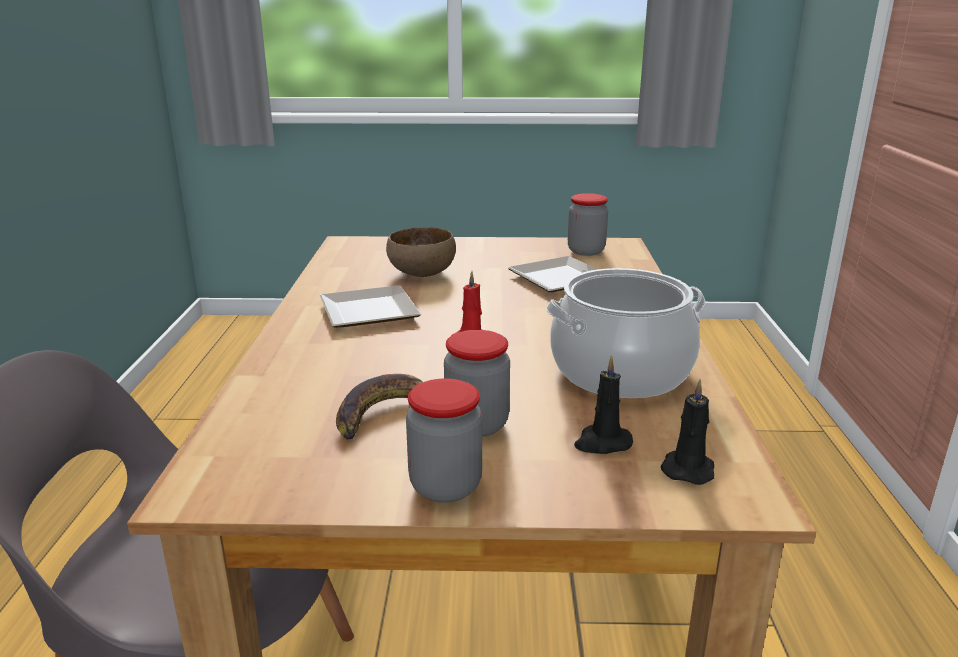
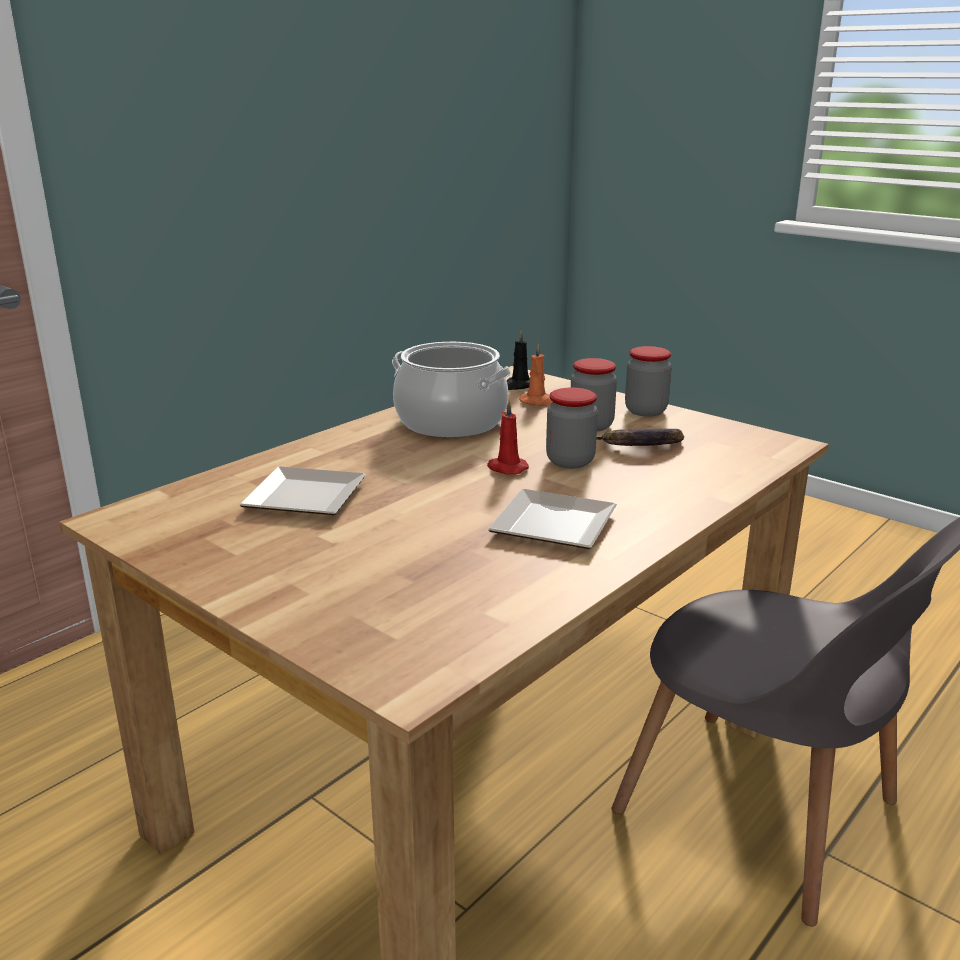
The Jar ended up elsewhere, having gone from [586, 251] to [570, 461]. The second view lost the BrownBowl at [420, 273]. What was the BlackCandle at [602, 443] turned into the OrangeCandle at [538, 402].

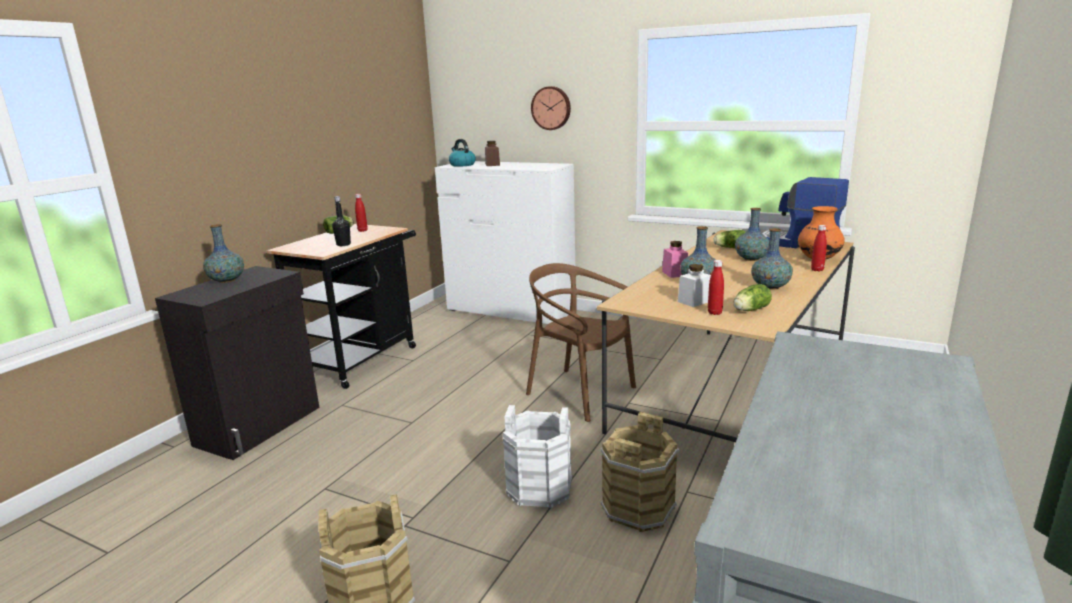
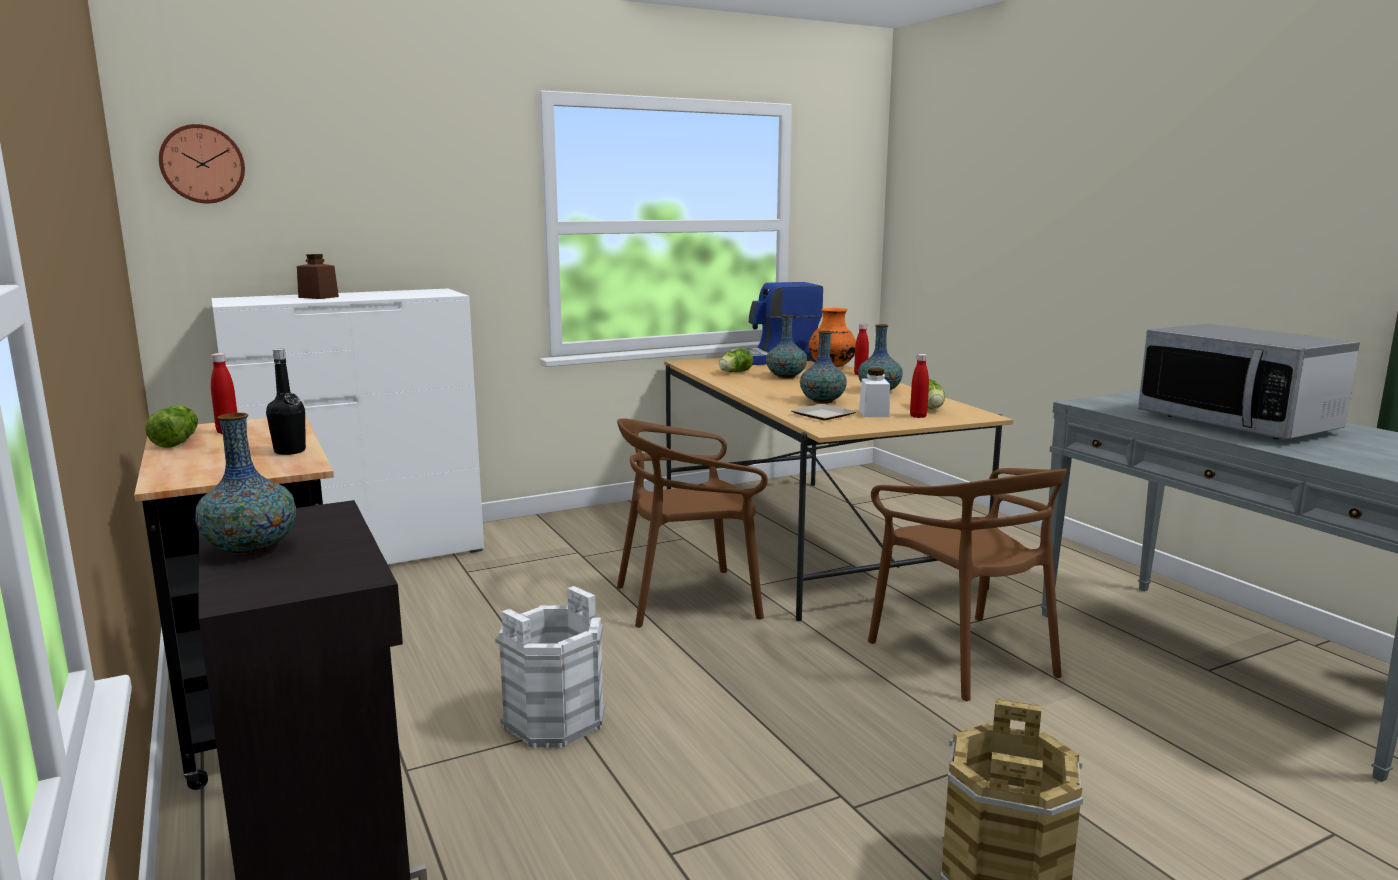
The WallClock ended up elsewhere, having gone from [551, 108] to [202, 164]. The second view lost the Kettle at [462, 165]. The second view lost the PinkJar at [675, 273]. The WhiteBucket ended up elsewhere, having gone from [539, 487] to [553, 720]. Where the BrownBucket stood at [637, 507], the BrownChair came to stand at [964, 656]. The second view gained the Microwave at [1237, 423]. The second view gained the Plate at [823, 416].

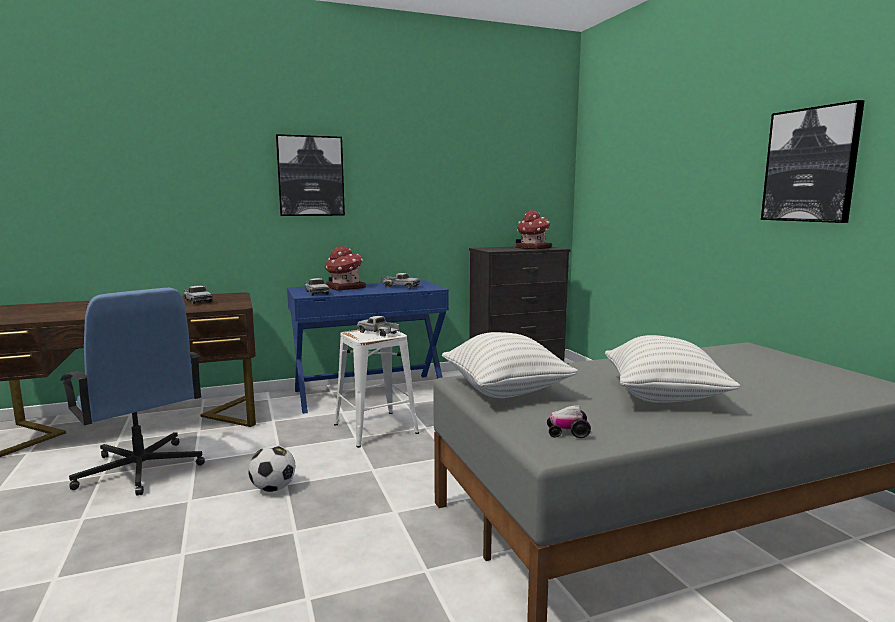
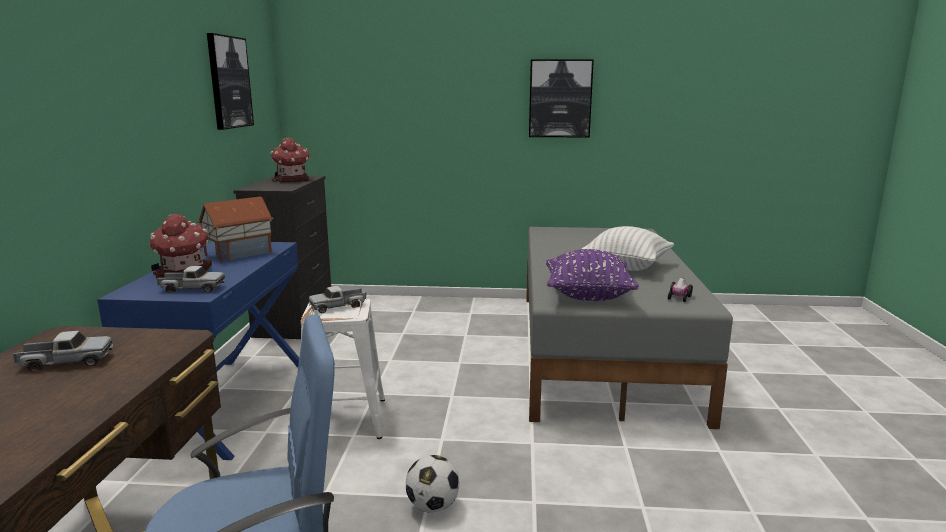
The Picture ended up elsewhere, having gone from [310, 176] to [229, 82]. Where the ToyTruck stood at [400, 287], the ToyHouse came to stand at [238, 254]. What was the WhitePillow at [505, 391] turned into the PurplePillow at [588, 296].

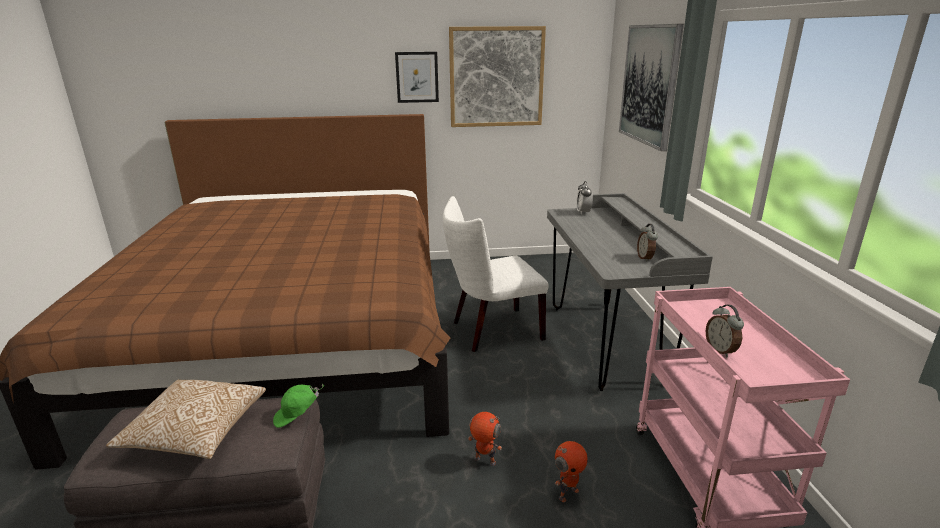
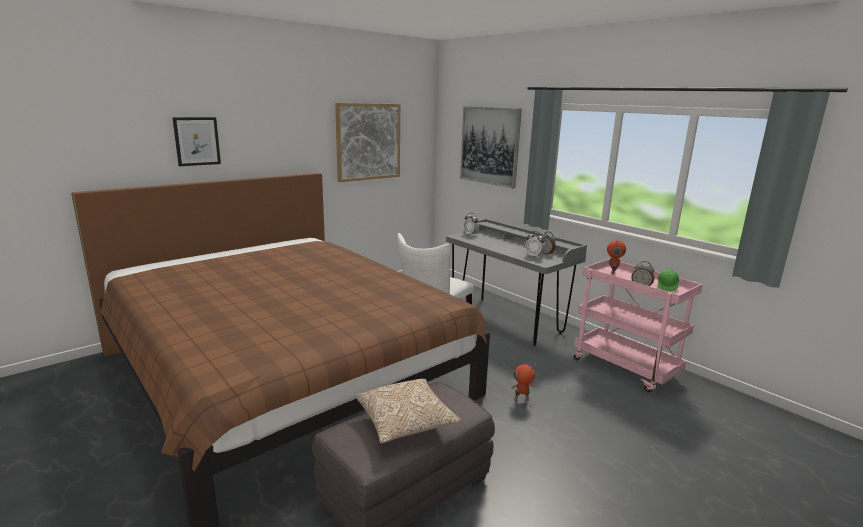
The Picture ended up elsewhere, having gone from [417, 77] to [197, 141]. The GreenCap ended up elsewhere, having gone from [297, 416] to [667, 287]. The ToyRobot ended up elsewhere, having gone from [567, 493] to [612, 274]. The second view gained the AlarmClock at [534, 256].

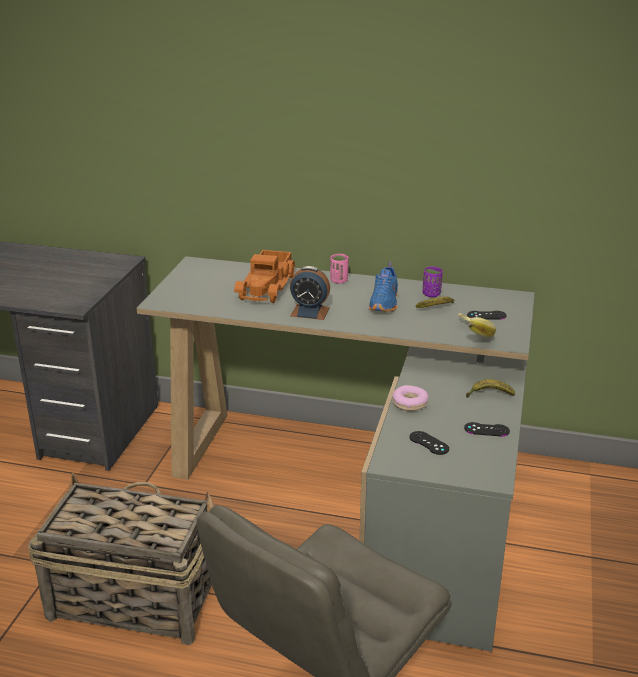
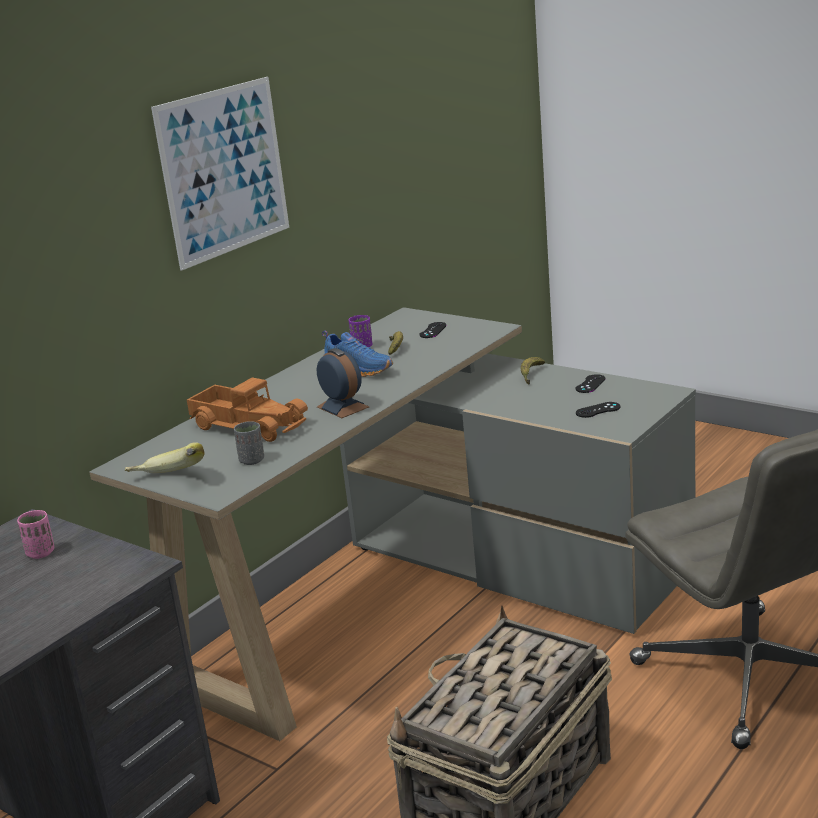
The PinkCup ended up elsewhere, having gone from [339, 280] to [41, 553]. The AlarmClock at [310, 312] ended up facing another way, 75 degrees counterclockwise from before. The Banana ended up elsewhere, having gone from [469, 337] to [168, 481]. The second view lost the Donut at [410, 403]. The second view gained the Picture at [224, 171]. The second view gained the GreyCup at [252, 460].

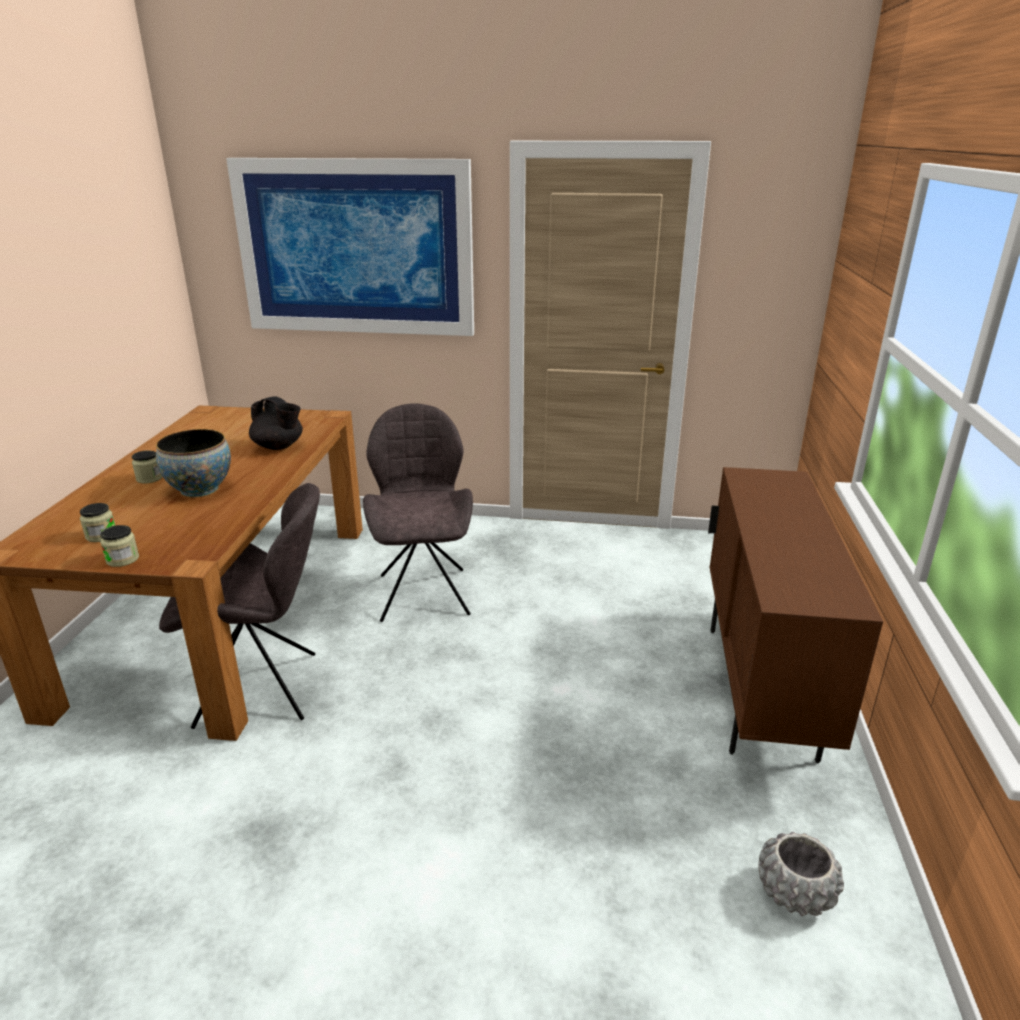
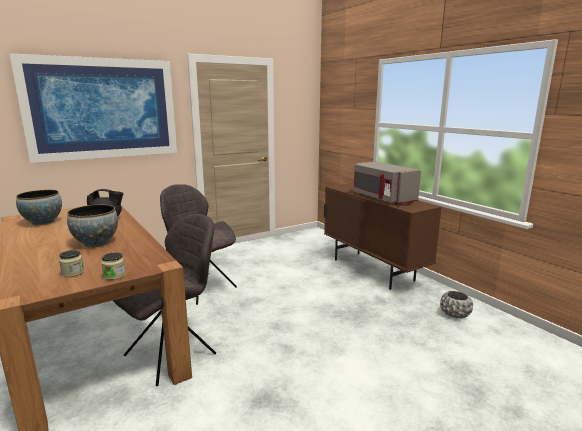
The second view lost the Jar at [149, 478]. The second view gained the GreyMicrowave at [382, 198]. The second view gained the Bowl at [43, 222].

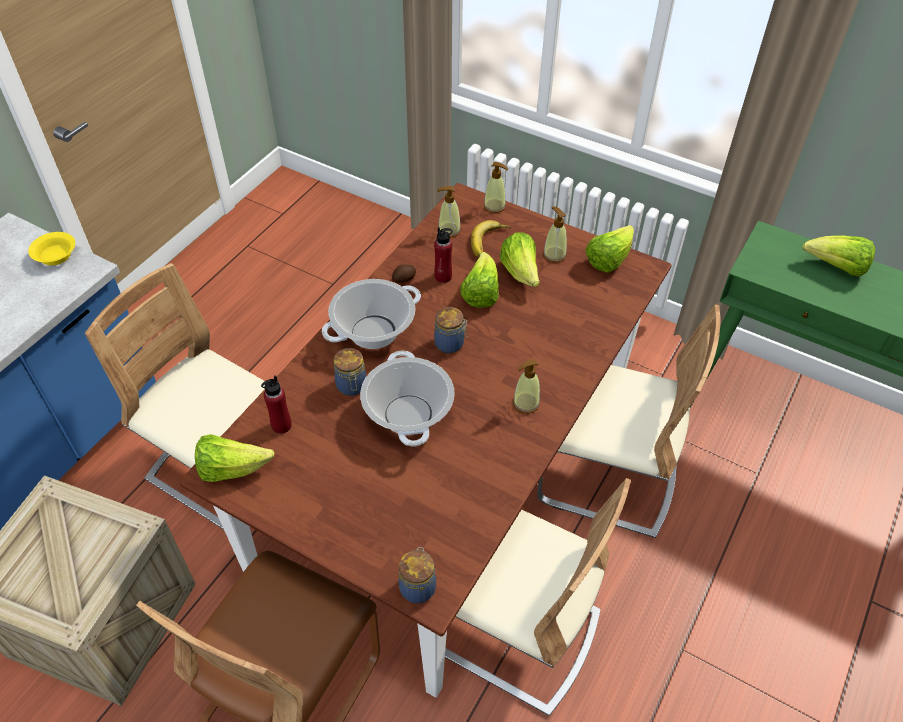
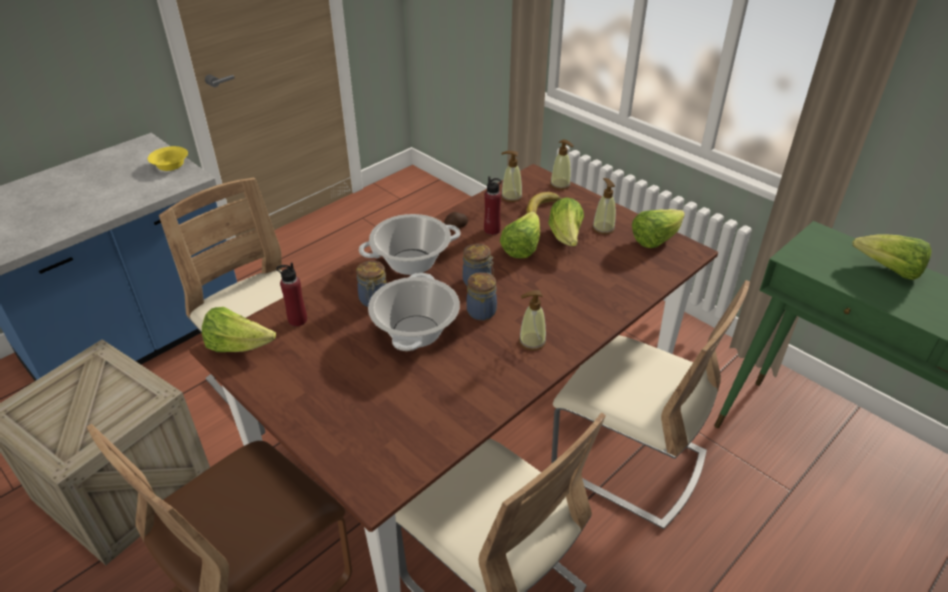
The Jar ended up elsewhere, having gone from [418, 586] to [482, 311].

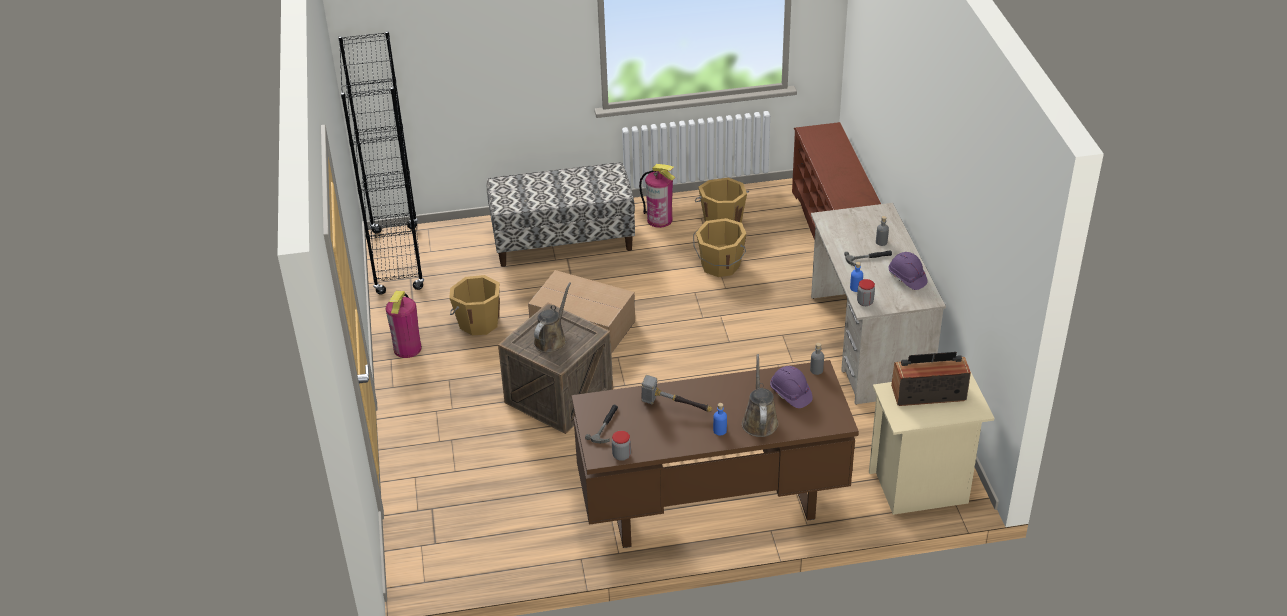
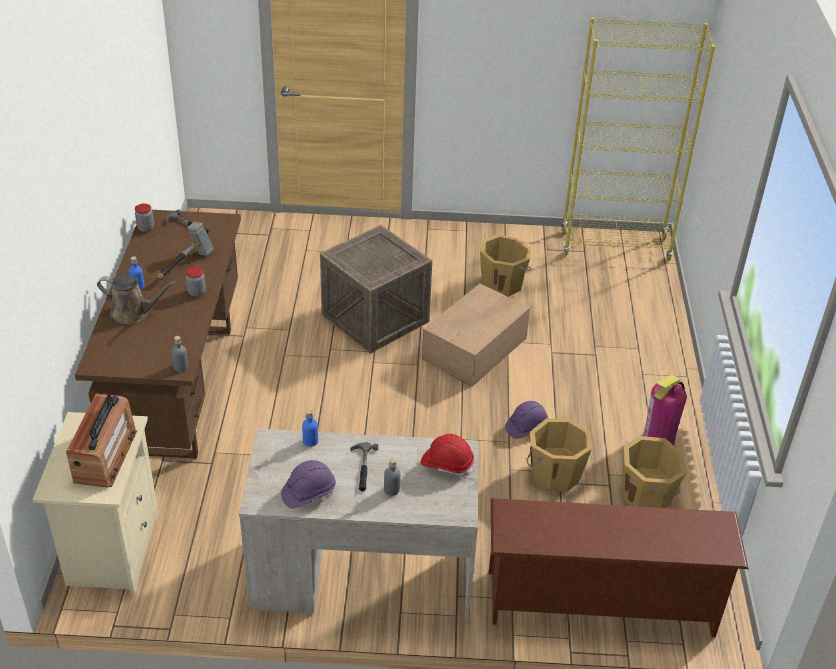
What was the BlackBookcase at [397, 260] turned into the YellowBookcase at [615, 246]. The second view lost the Bench at [563, 241]. The Jar ended up elsewhere, having gone from [865, 302] to [196, 292]. The second view lost the BrownWateringCan at [551, 339]. The second view lost the FireExtinguisher at [407, 348]. The PurpleHardHat ended up elsewhere, having gone from [790, 394] to [526, 427]. The second view gained the RedHardHat at [447, 464].

